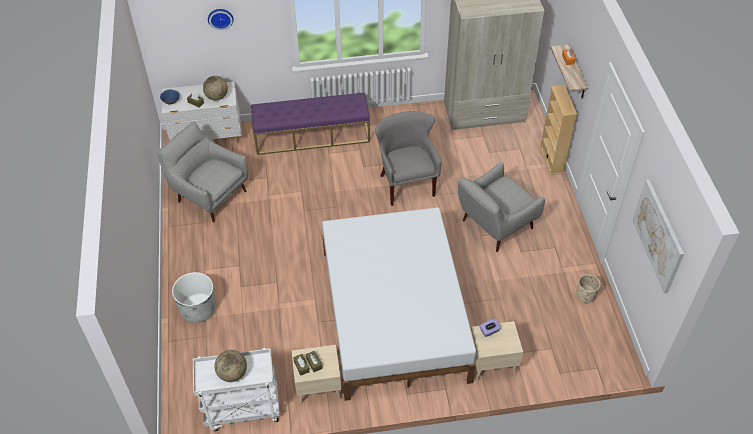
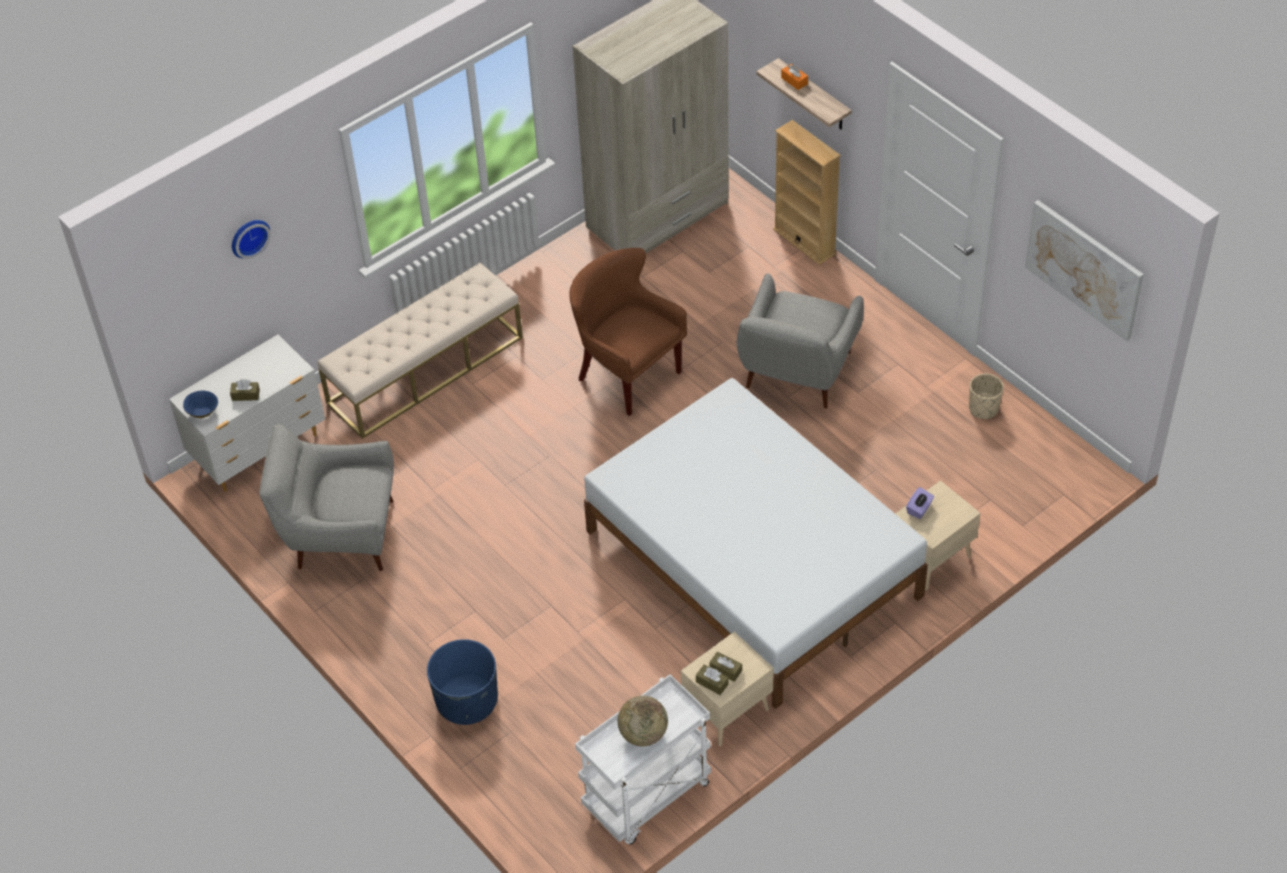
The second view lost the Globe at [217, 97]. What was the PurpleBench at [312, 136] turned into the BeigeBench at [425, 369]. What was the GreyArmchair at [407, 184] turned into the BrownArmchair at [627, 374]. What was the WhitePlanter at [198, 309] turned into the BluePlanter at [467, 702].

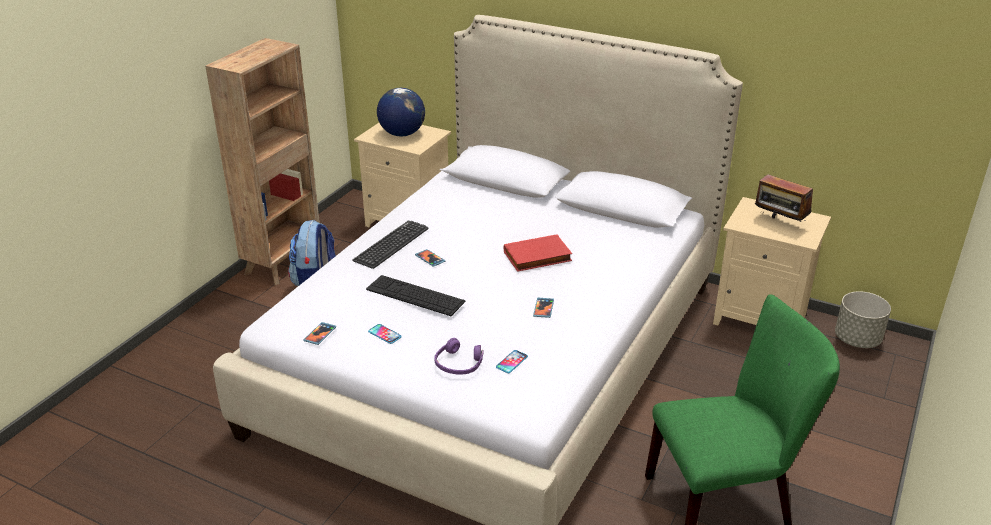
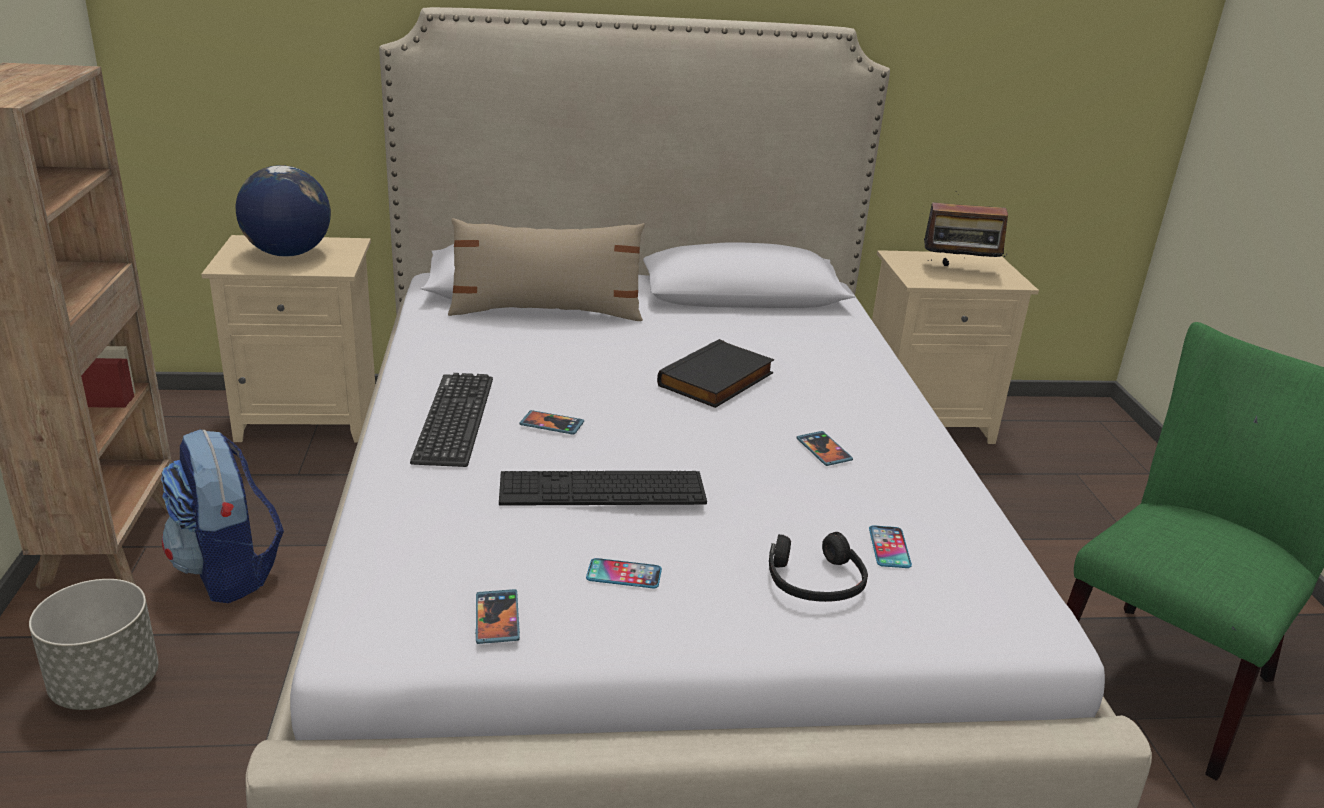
What was the RedBook at [537, 257] turned into the BlackBook at [717, 381]. The GreyPlanter ended up elsewhere, having gone from [857, 339] to [106, 685]. What was the PurpleHeadphones at [459, 364] turned into the BlackHeadphones at [814, 581]. The second view gained the BeigePillow at [546, 312].

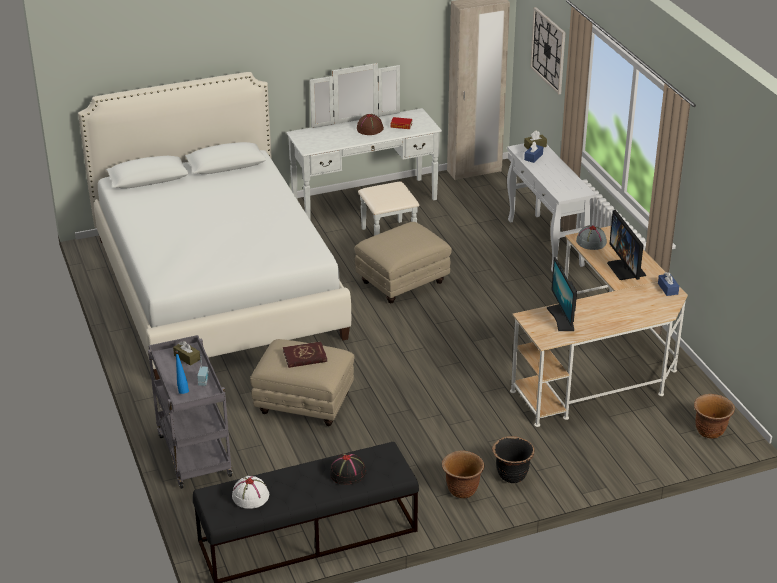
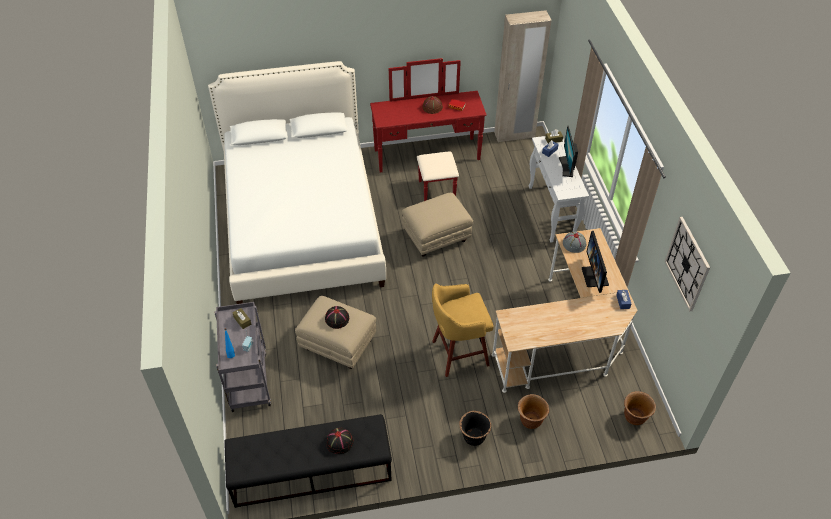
The WallClock ended up elsewhere, having gone from [548, 50] to [687, 264]. What was the WhiteDresser at [370, 208] turned into the RedDresser at [429, 162]. The Monitor ended up elsewhere, having gone from [562, 318] to [567, 166]. Where the RedBook stood at [305, 356], the BlackHat came to stand at [337, 319]. The BrownPlanter ended up elsewhere, having gone from [462, 490] to [530, 420]. The second view lost the WhiteHat at [250, 496]. The second view gained the YellowStool at [458, 353].

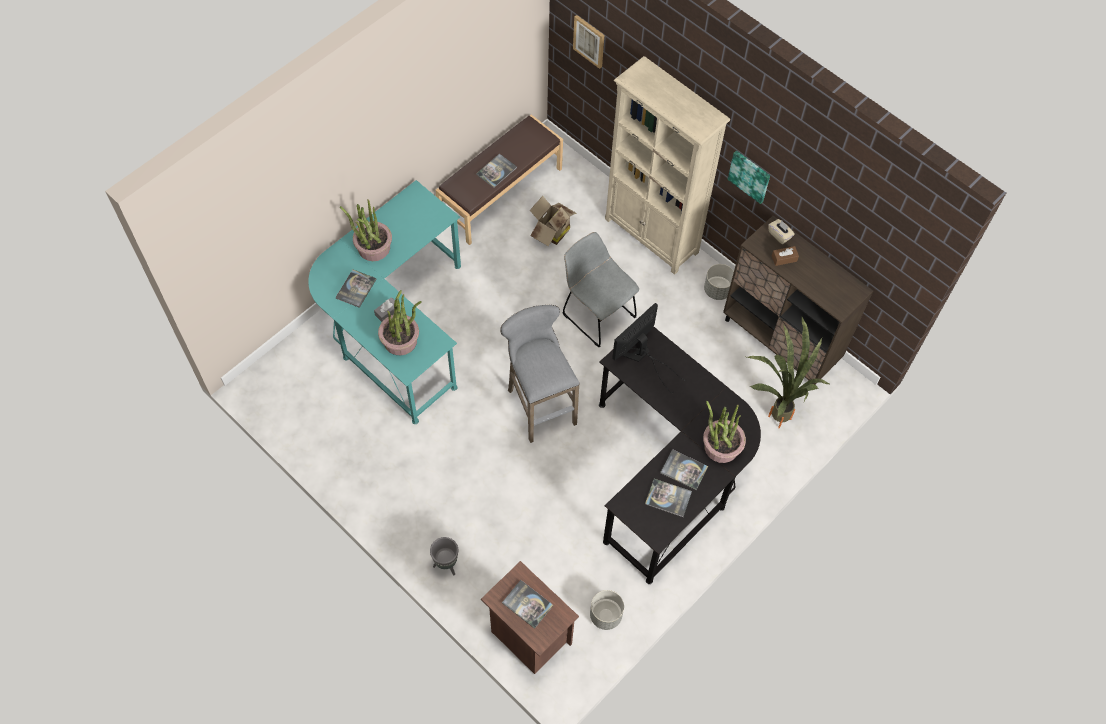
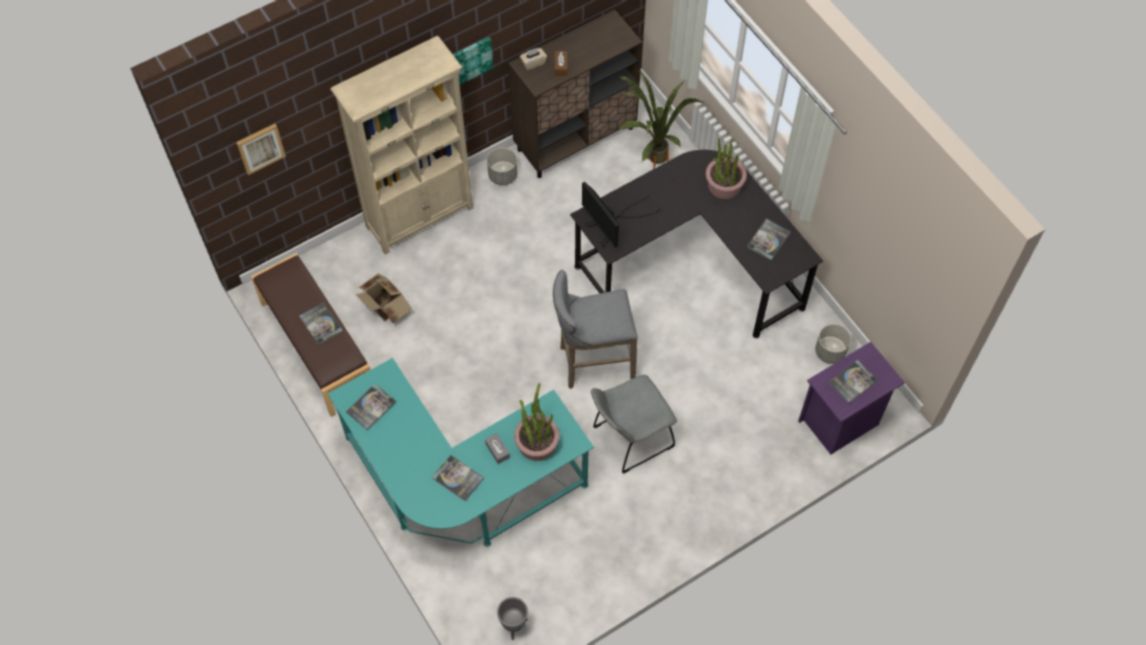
The second view lost the PottedPlant at [373, 247]. The GreyChair ended up elsewhere, having gone from [596, 313] to [629, 439]. The Book ended up elsewhere, having gone from [684, 470] to [371, 407]. The GreyPlanter ended up elsewhere, having gone from [446, 564] to [513, 625]. What was the BrownNightstand at [528, 636] turned into the PurpleNightstand at [840, 422].

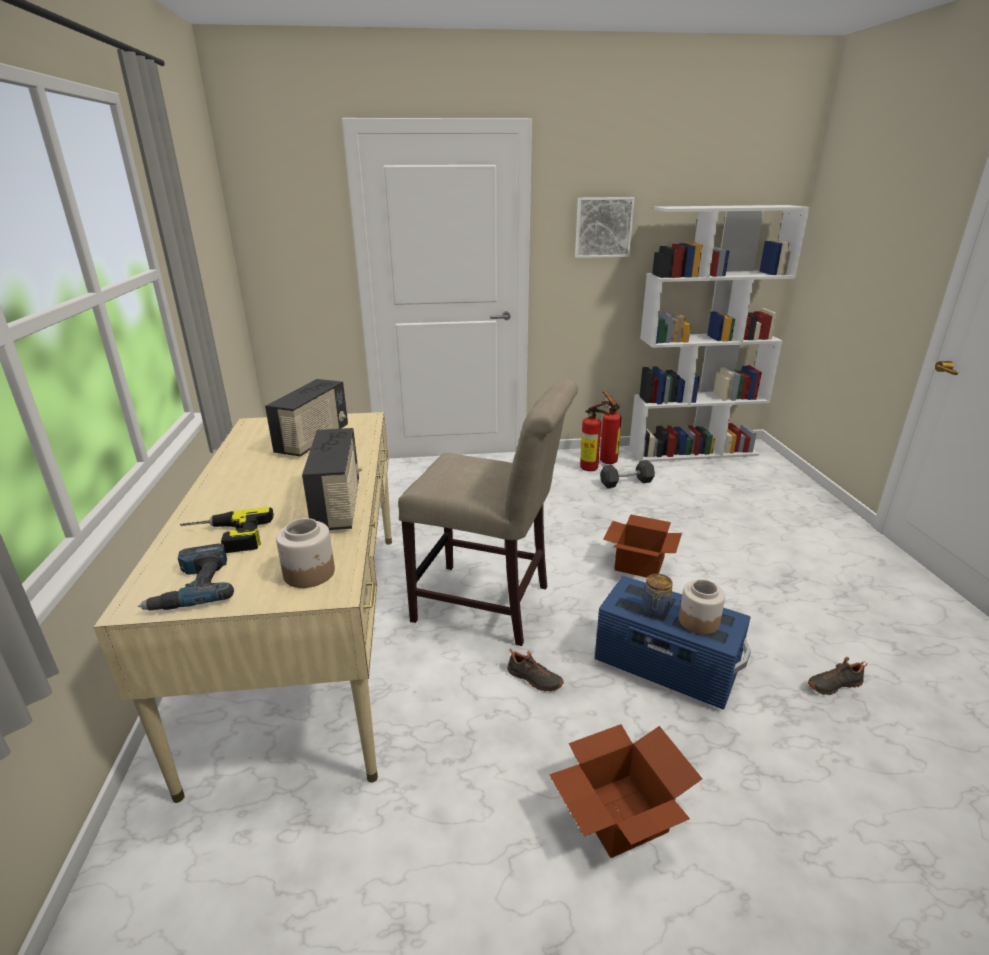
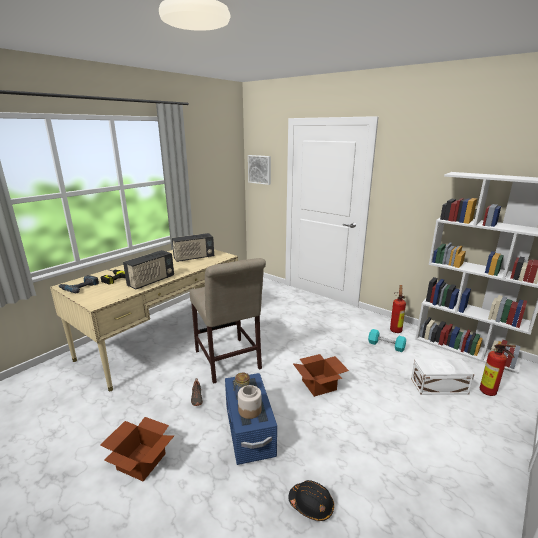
The Picture ended up elsewhere, having gone from [603, 227] to [260, 169]. The FireExtinguisher ended up elsewhere, having gone from [591, 469] to [489, 393]. What was the GreyDumbbell at [626, 482] turned into the TurquoiseDumbbell at [386, 345]. The second view lost the Jar at [310, 573]. Where the BlackShoe stood at [833, 684], the BlackHardHat came to stand at [311, 504]. The second view gained the WhiteStorageBox at [440, 386].

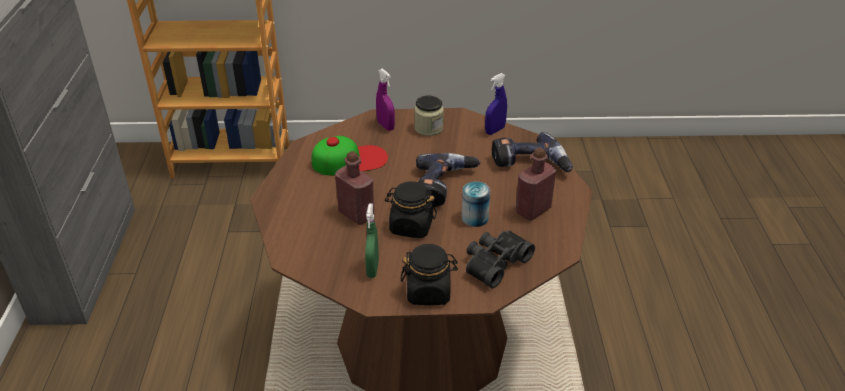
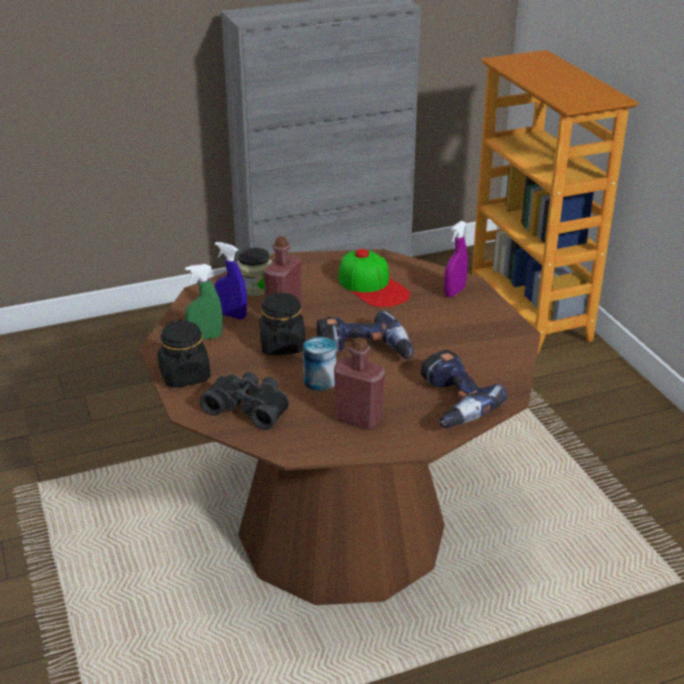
The BlueSprayBottle ended up elsewhere, having gone from [495, 130] to [231, 315]. The Jar ended up elsewhere, having gone from [428, 128] to [255, 287].

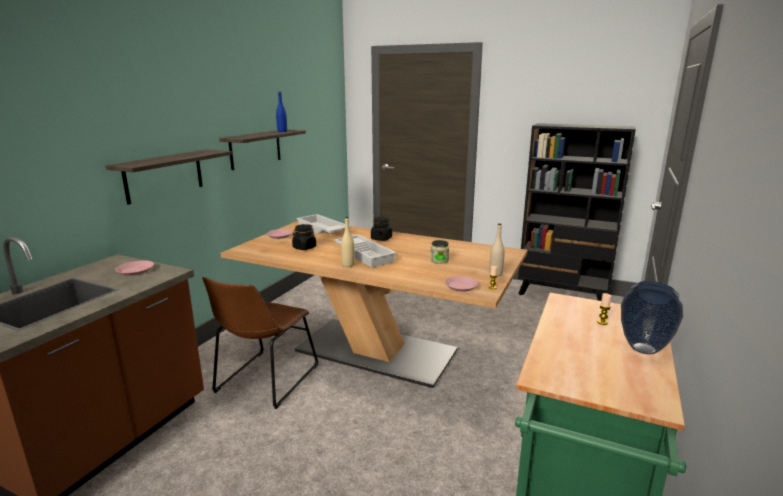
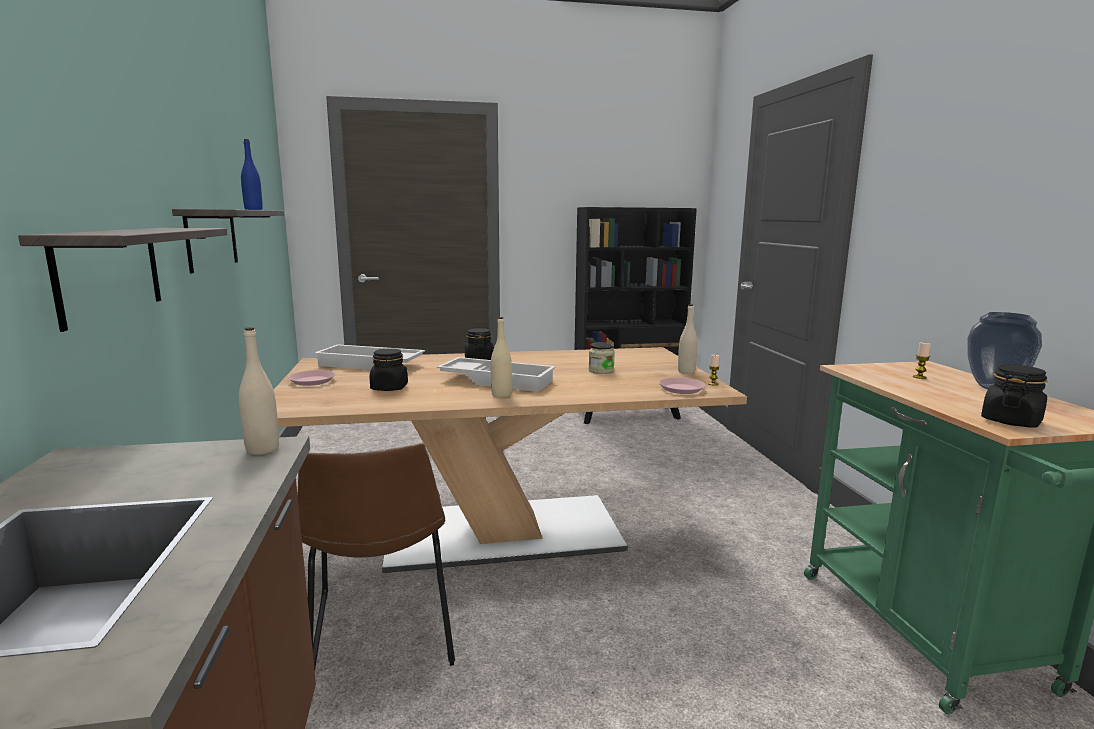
The second view lost the PinkPlate at [136, 270]. The second view gained the BeigeBottle at [262, 449]. The second view gained the BlackJar at [1011, 421].

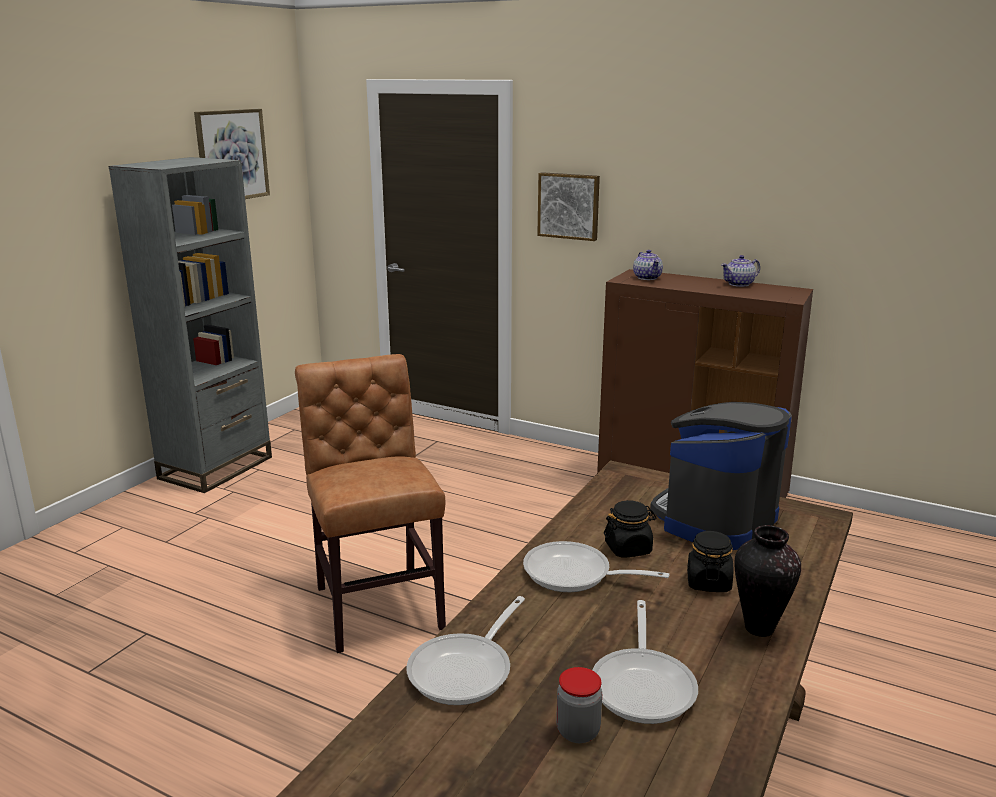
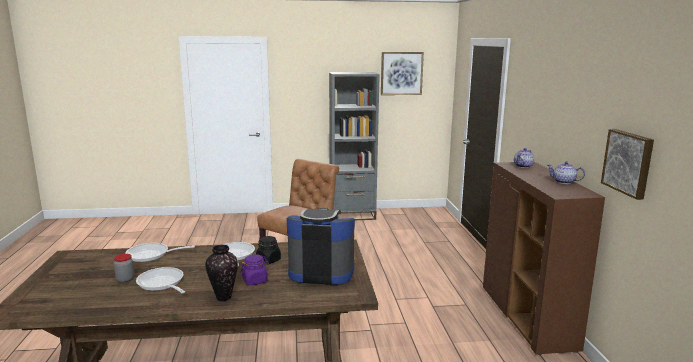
The Picture ended up elsewhere, having gone from [569, 206] to [628, 162]. What was the BlackJar at [708, 582] turned into the PurpleJar at [255, 281]. The FryingPan at [643, 685] ended up facing another way, 75 degrees clockwise from before.

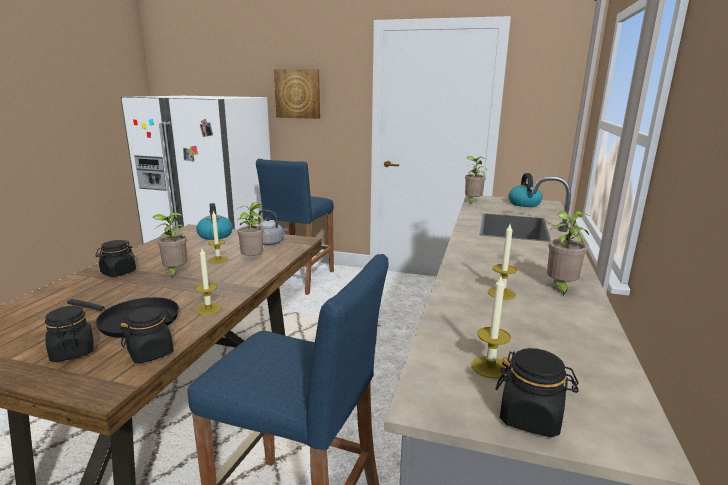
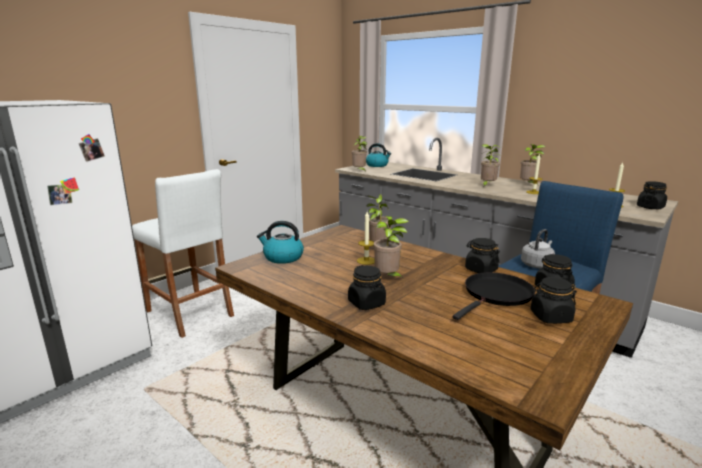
The second view lost the Picture at [298, 94]. What was the BlueStool at [300, 279] turned into the WhiteStool at [189, 313]. The GreyKettle ended up elsewhere, having gone from [271, 243] to [537, 264]. Where the Candle stood at [208, 309], the BlackJar came to stand at [480, 270]. The second view gained the PottedPlant at [487, 185].

